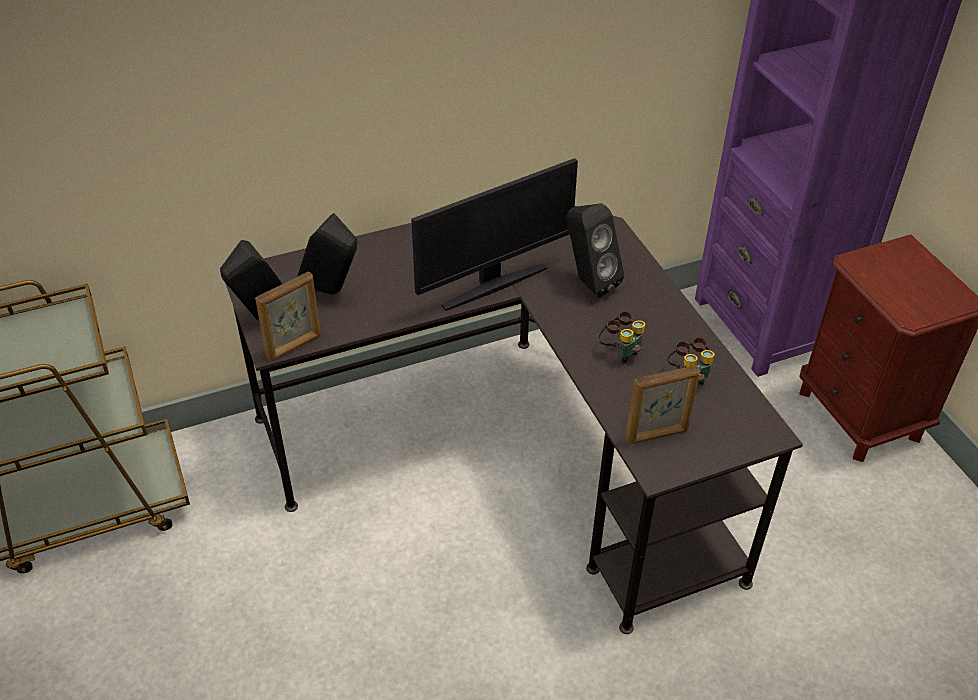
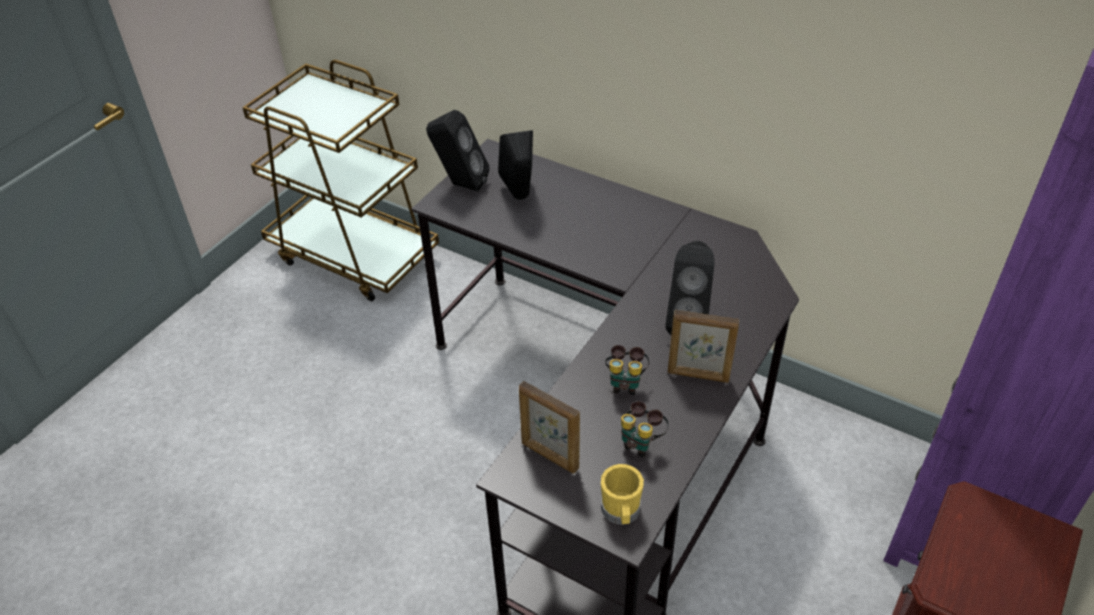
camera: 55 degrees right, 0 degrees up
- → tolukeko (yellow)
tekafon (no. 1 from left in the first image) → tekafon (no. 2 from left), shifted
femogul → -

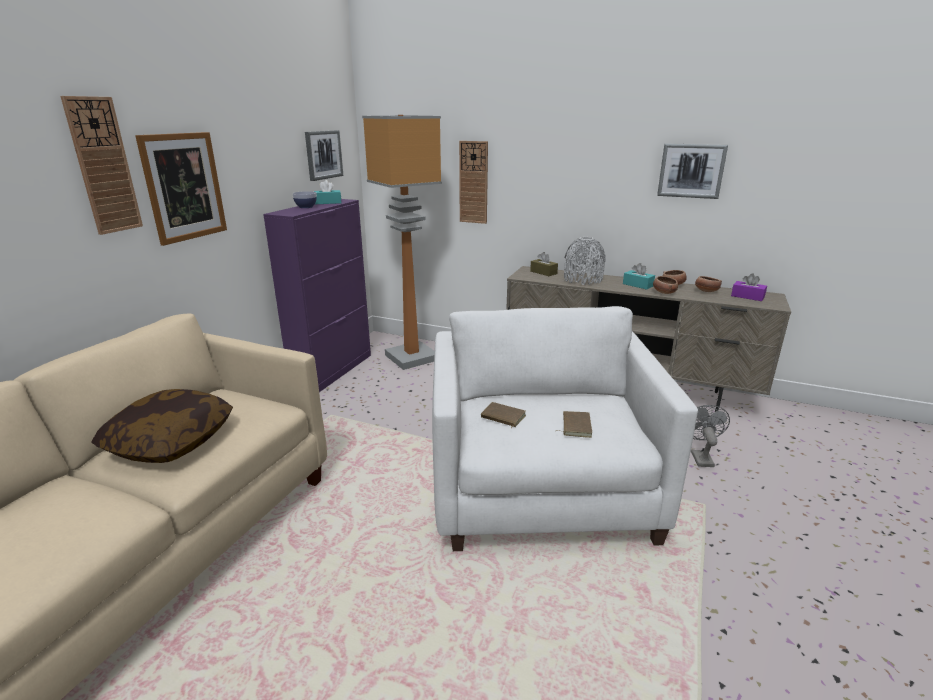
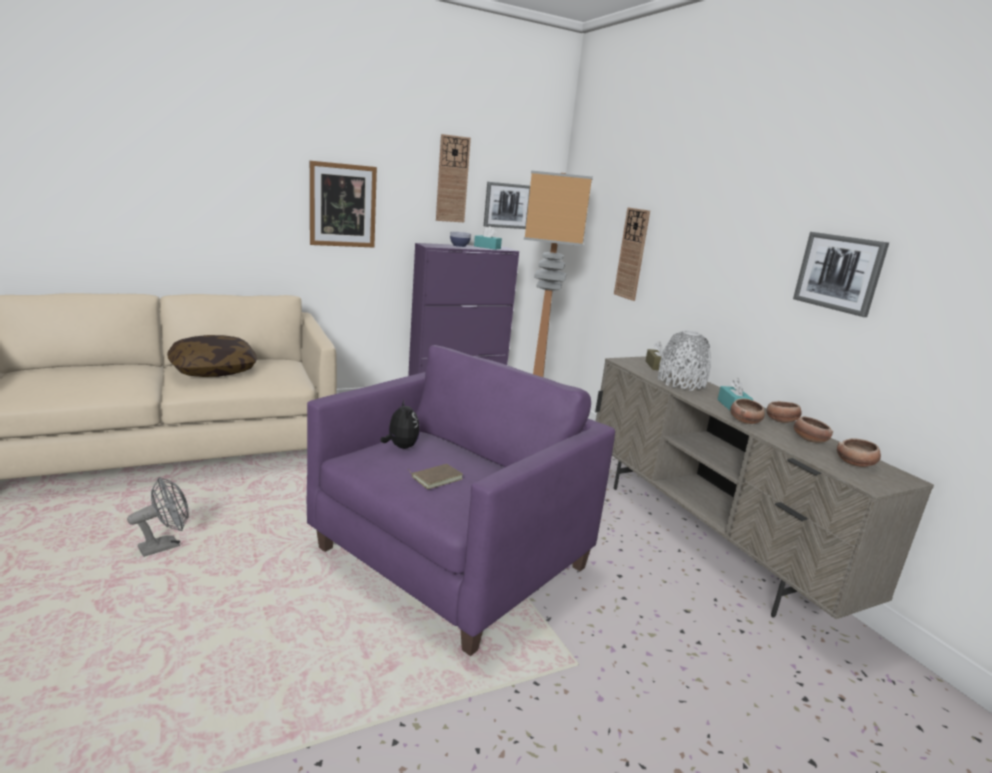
camera: 40 degrees right, 5 degrees down
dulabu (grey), shifted
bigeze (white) → bigeze (purple)
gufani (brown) (no. 1 from left) → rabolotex
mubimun (no. 1 from left), shifted
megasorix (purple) → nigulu (no. 5 from left)

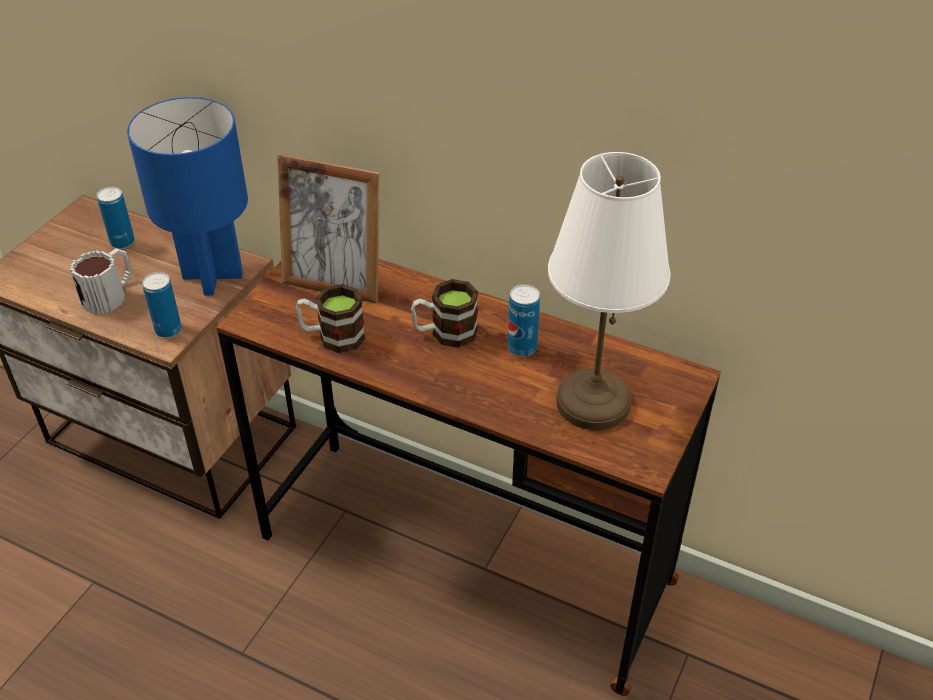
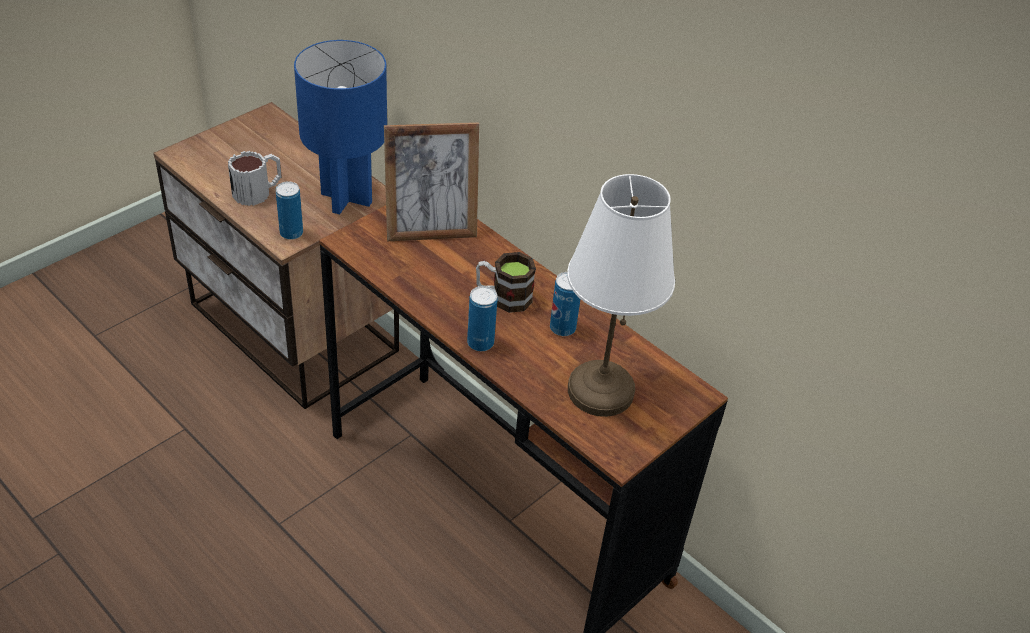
camera: 15 degrees right, 0 degrees up
tekafon, 45 degrees counterclockwise
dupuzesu (no. 1 from left in the first image) → dupuzesu (no. 2 from left), shifted
tolukeko (no. 2 from left) → -

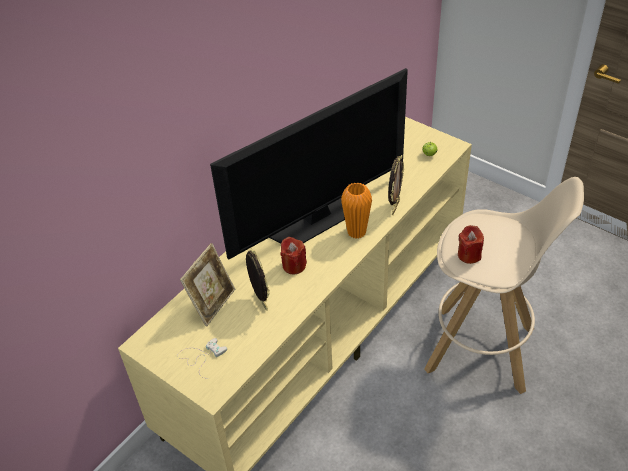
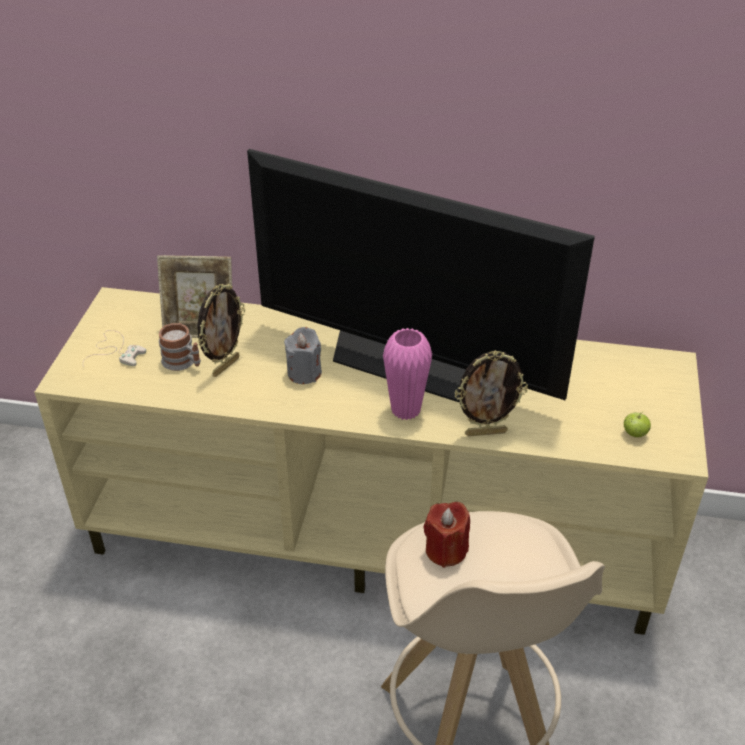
camera: 60 degrees right, 5 degrees down
- → tolukeko
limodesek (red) (no. 1 from left) → limodesek (grey)
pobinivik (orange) → pobinivik (pink)

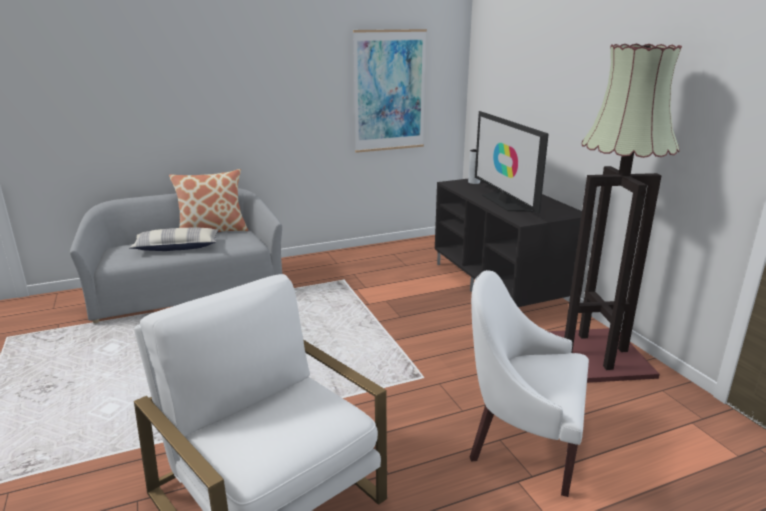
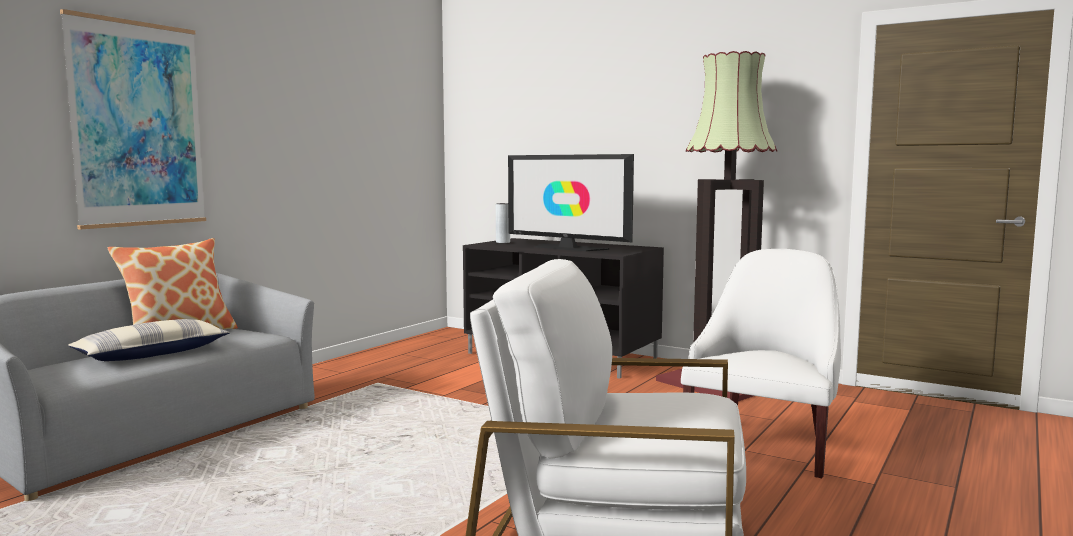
camera: 35 degrees left, 15 degrees down
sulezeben, shifted
bigeze (white) (no. 2 from left), 135 degrees clockwise

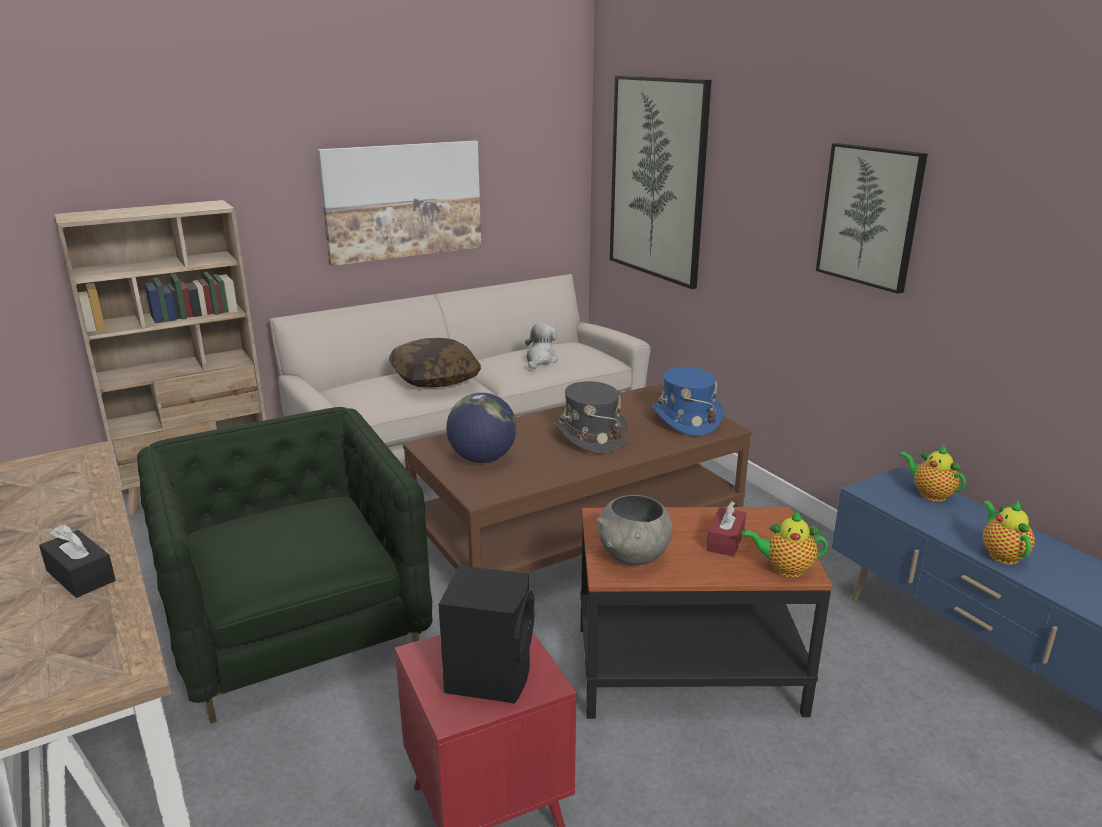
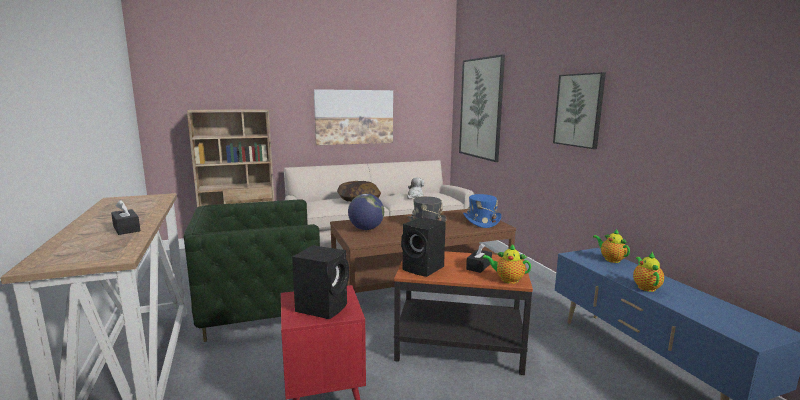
camera: 10 degrees right, 10 degrees down
bigeze (green), 90 degrees counterclockwise
nigulu (grey) → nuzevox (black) (no. 2 from left)
megasorix (red) → megasorix (black) (no. 2 from left)

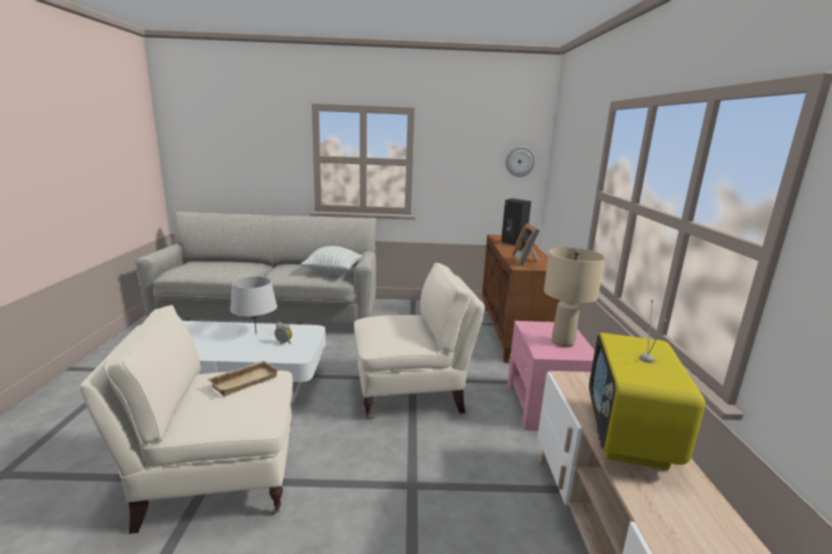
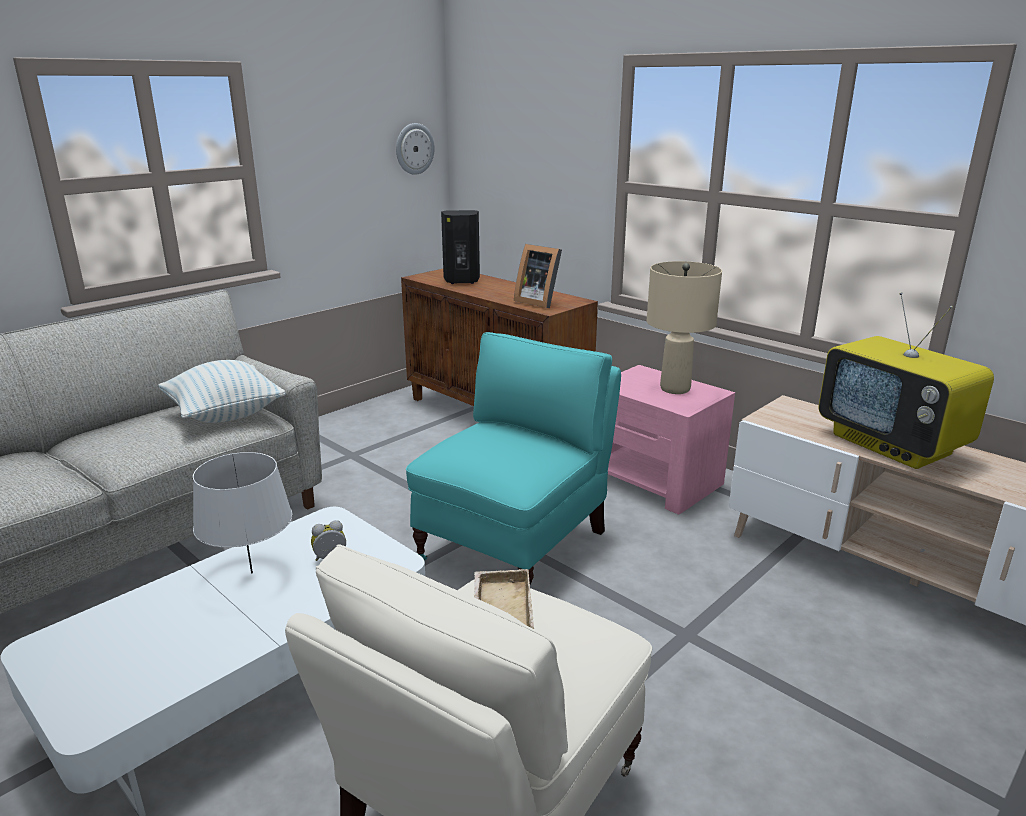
camera: 45 degrees left, 5 degrees up
bigeze (beige) (no. 2 from left) → bigeze (turquoise)

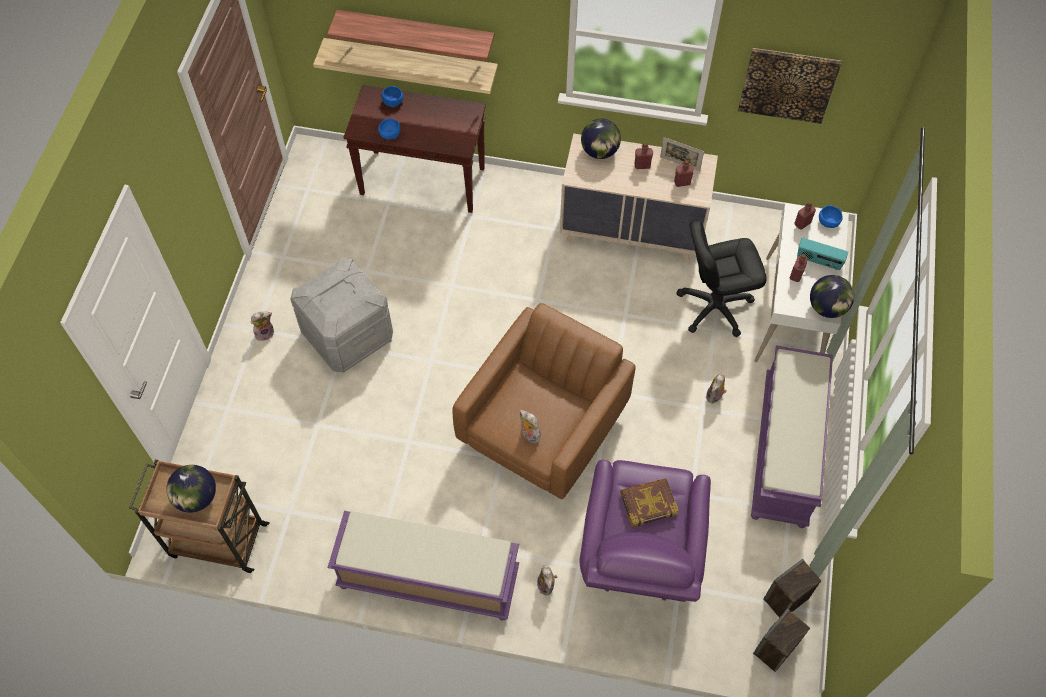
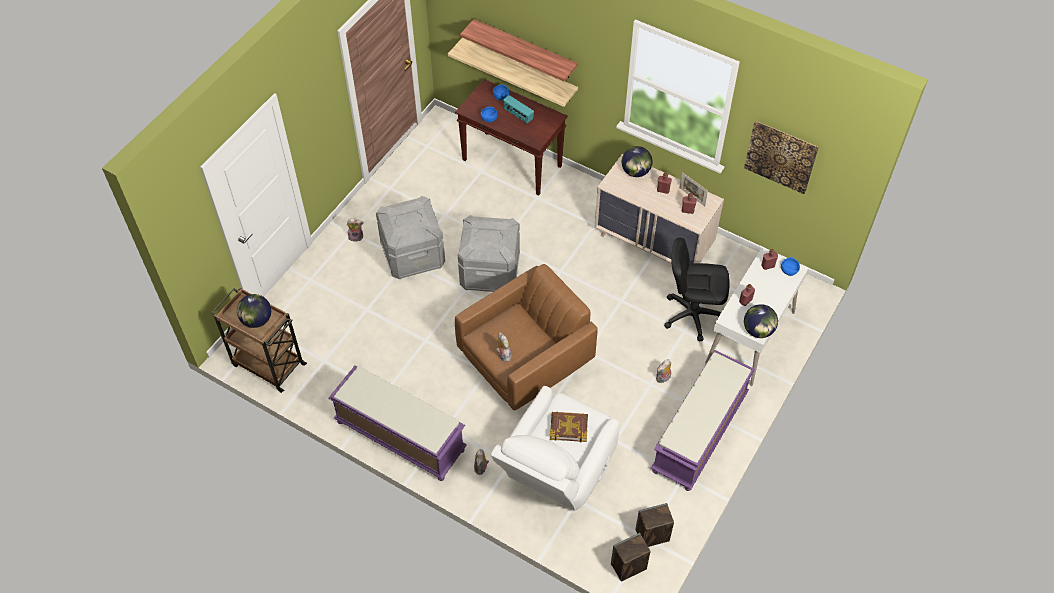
camera: 20 degrees right, 5 degrees down
- → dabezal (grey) (no. 2 from left)
bigeze (purple) → bigeze (white)
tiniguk, shifted

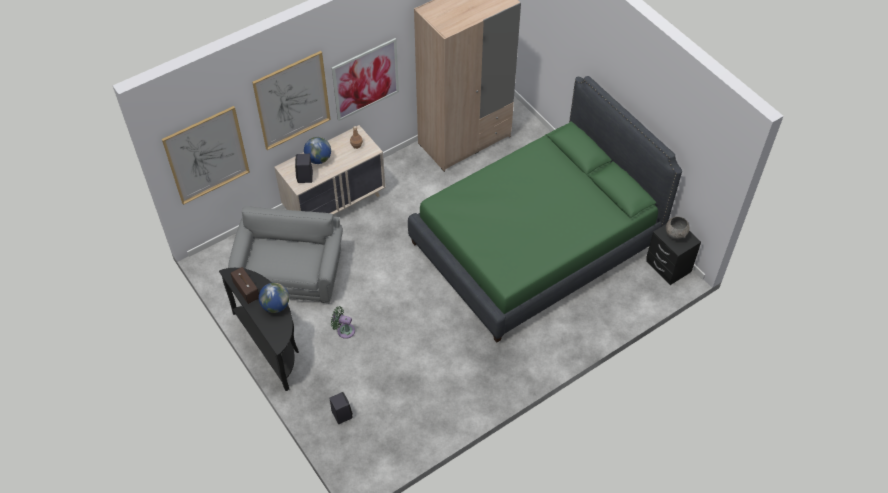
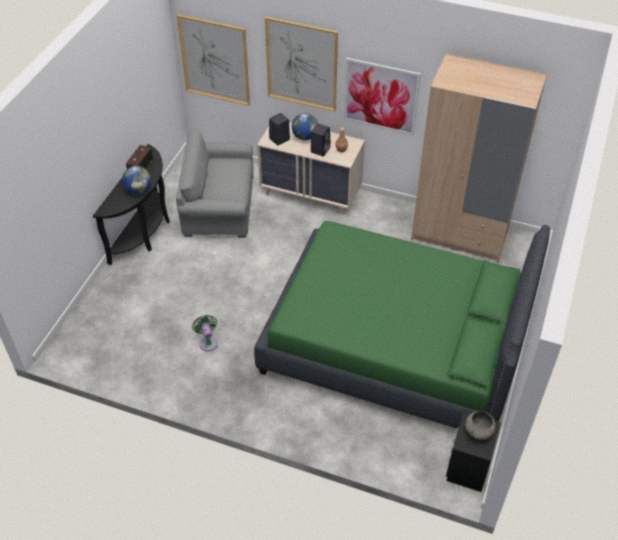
camera: 55 degrees right, 5 degrees down
bigeze (grey), 150 degrees counterclockwise
dulabu (green), shifted
nuzevox (black) (no. 2 from left), shifted

